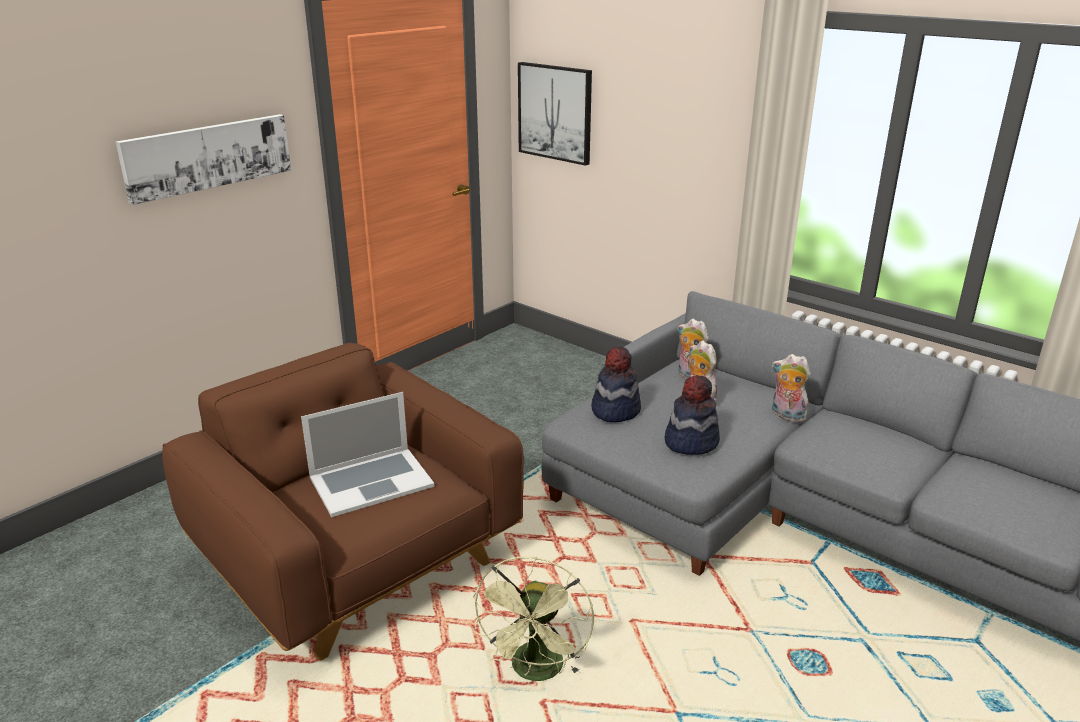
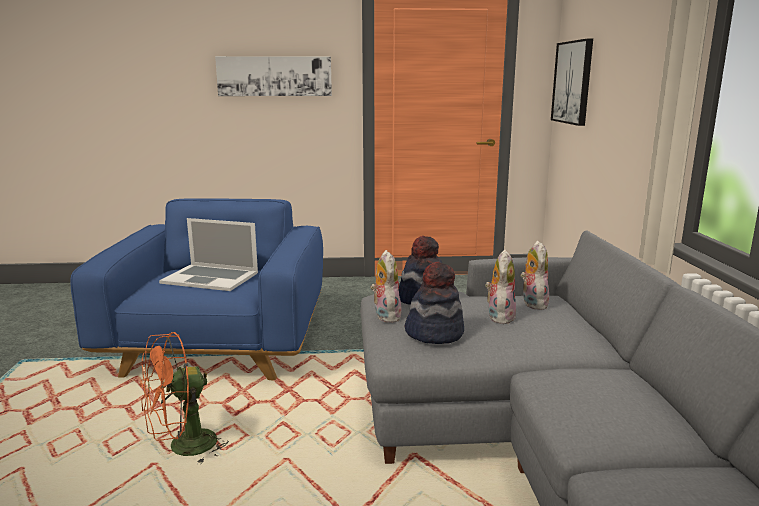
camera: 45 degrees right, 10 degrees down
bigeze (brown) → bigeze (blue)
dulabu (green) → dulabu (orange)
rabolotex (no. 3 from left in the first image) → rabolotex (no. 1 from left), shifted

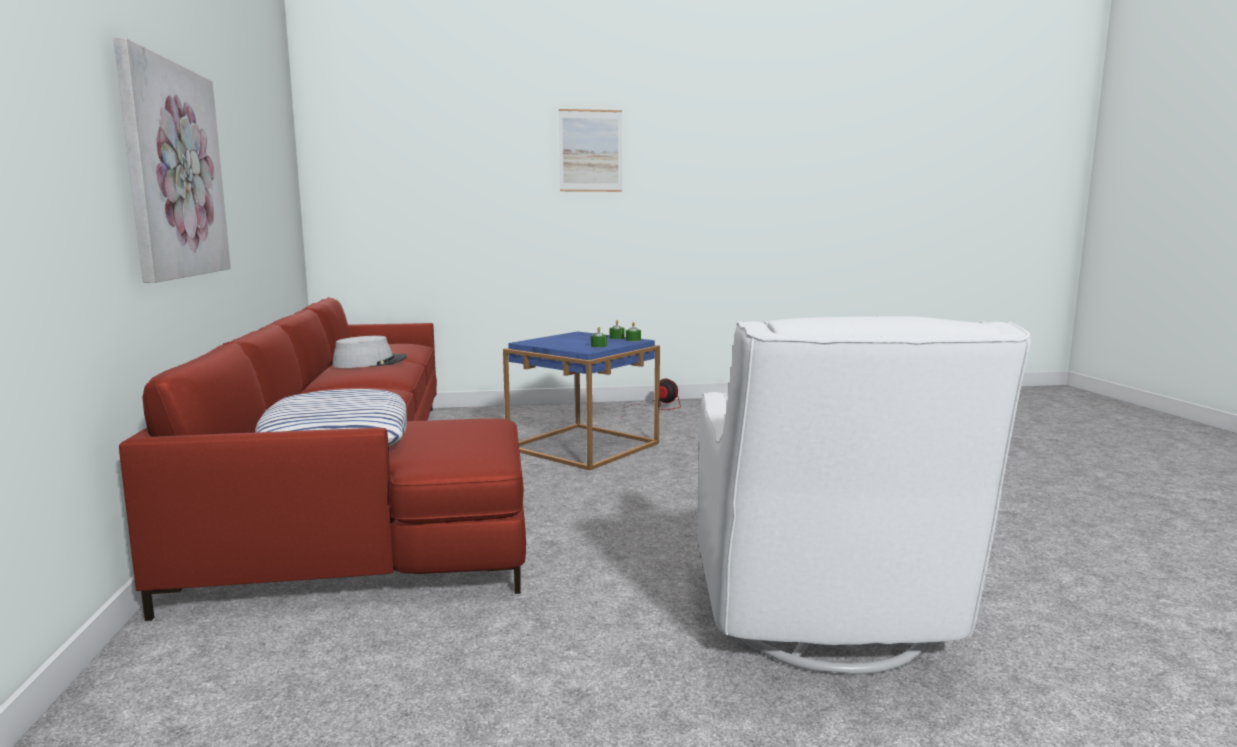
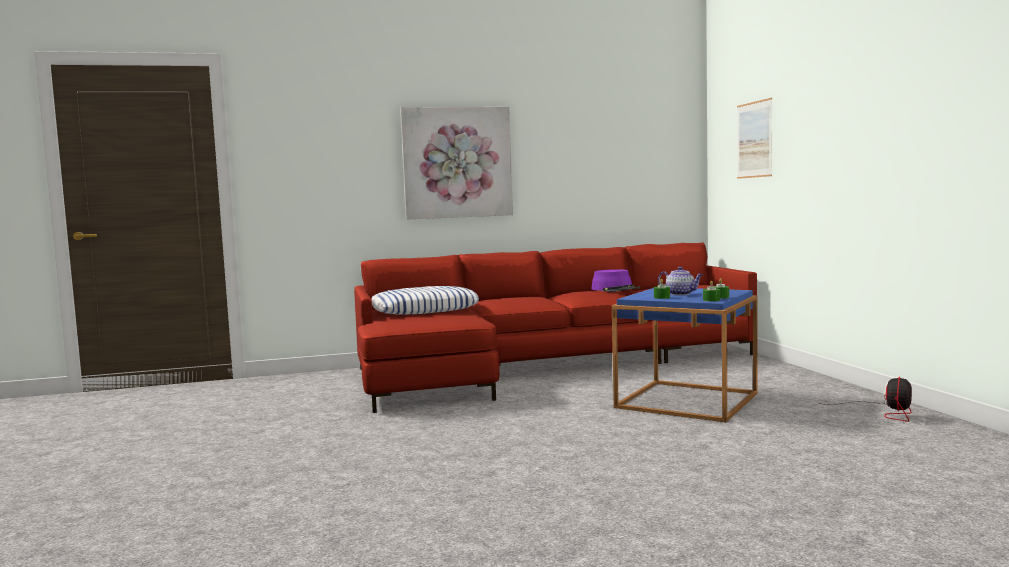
camera: 85 degrees right, 5 degrees down
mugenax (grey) → mugenax (purple)
- → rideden
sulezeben (no. 2 from left), shifted
bigeze (white) → -

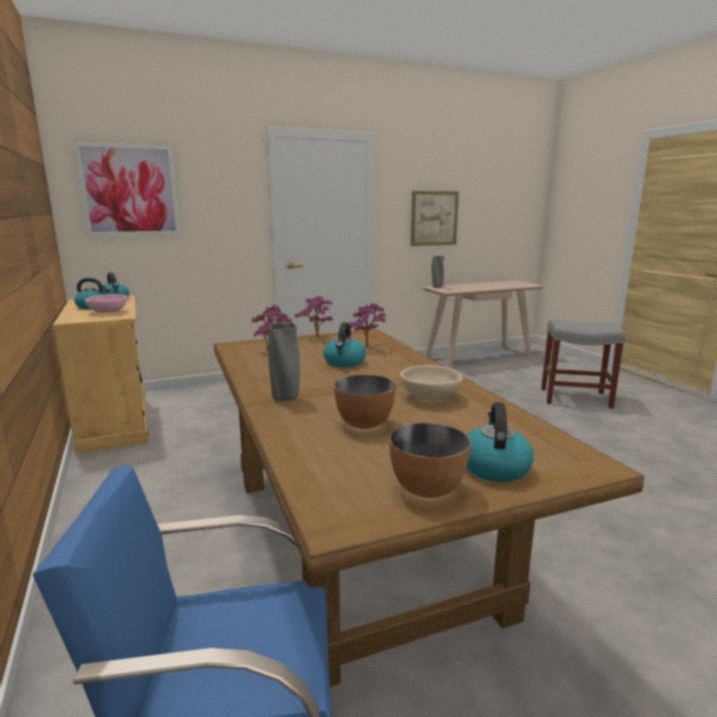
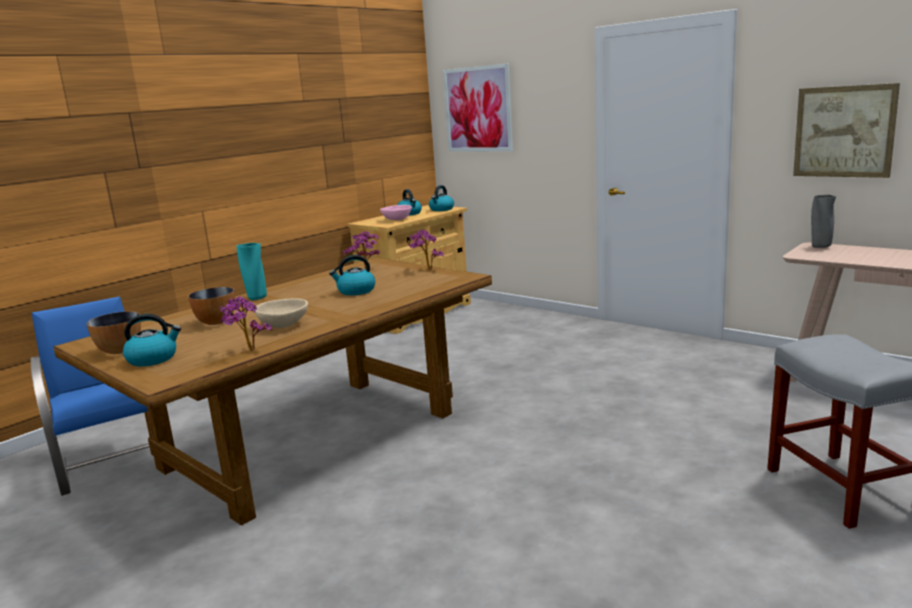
camera: 65 degrees right, 0 degrees up
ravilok (no. 3 from left in the first image) → ravilok (no. 1 from left), shifted
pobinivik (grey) (no. 1 from left) → pobinivik (turquoise)

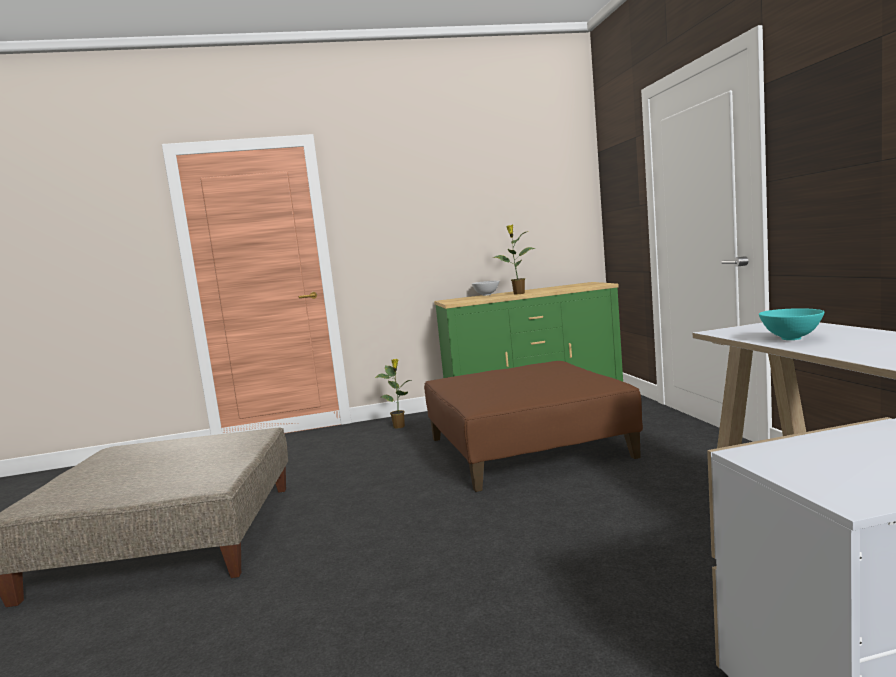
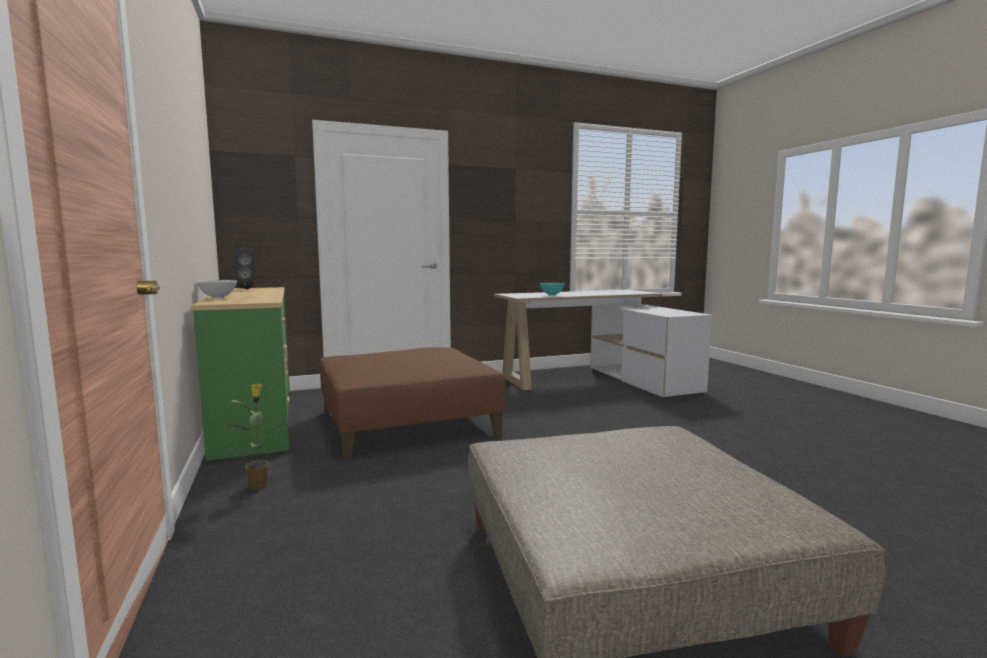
camera: 100 degrees left, 0 degrees up
- → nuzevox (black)
ravilok (no. 2 from left) → -

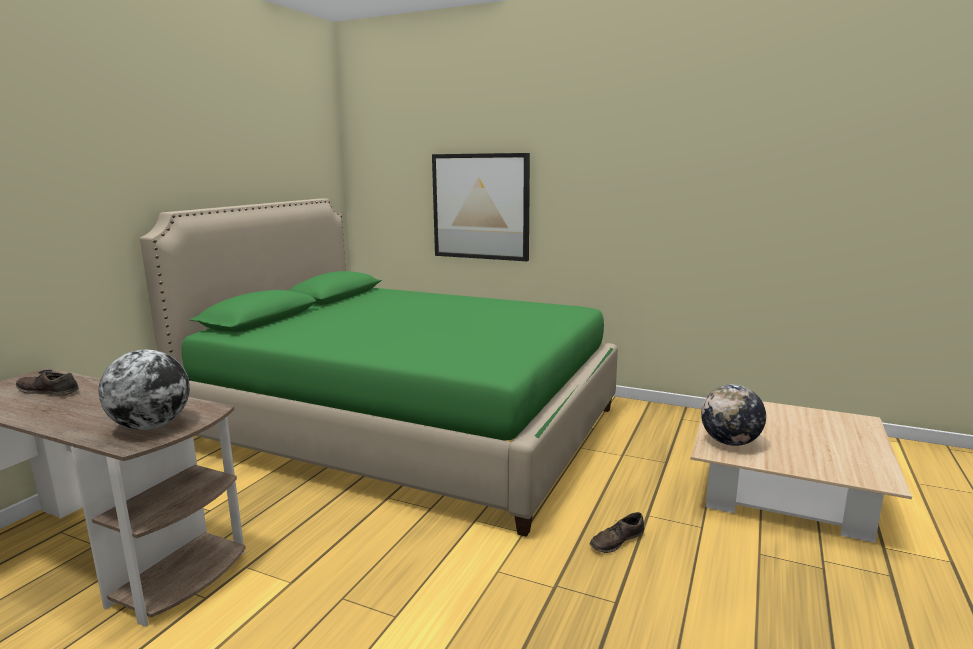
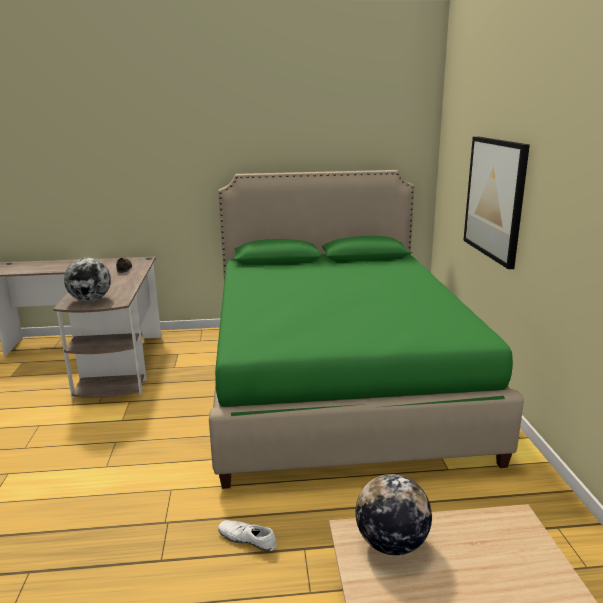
camera: 60 degrees right, 5 degrees up
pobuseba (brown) (no. 2 from left) → pobuseba (white)

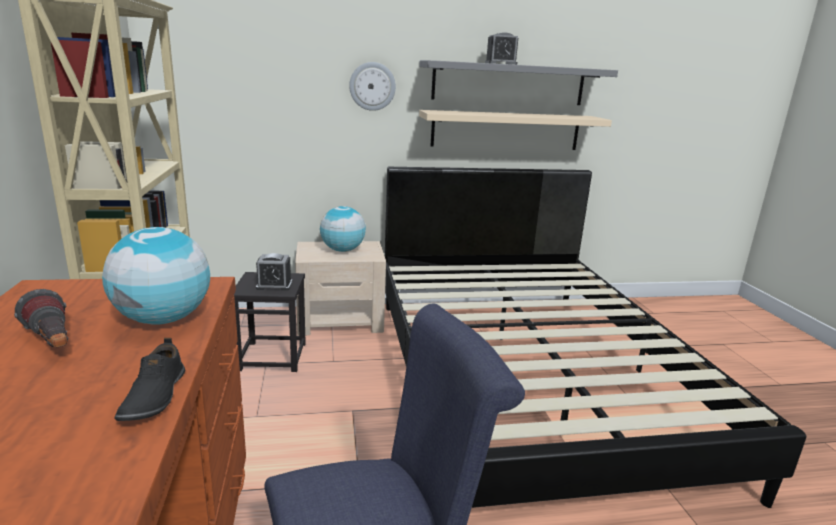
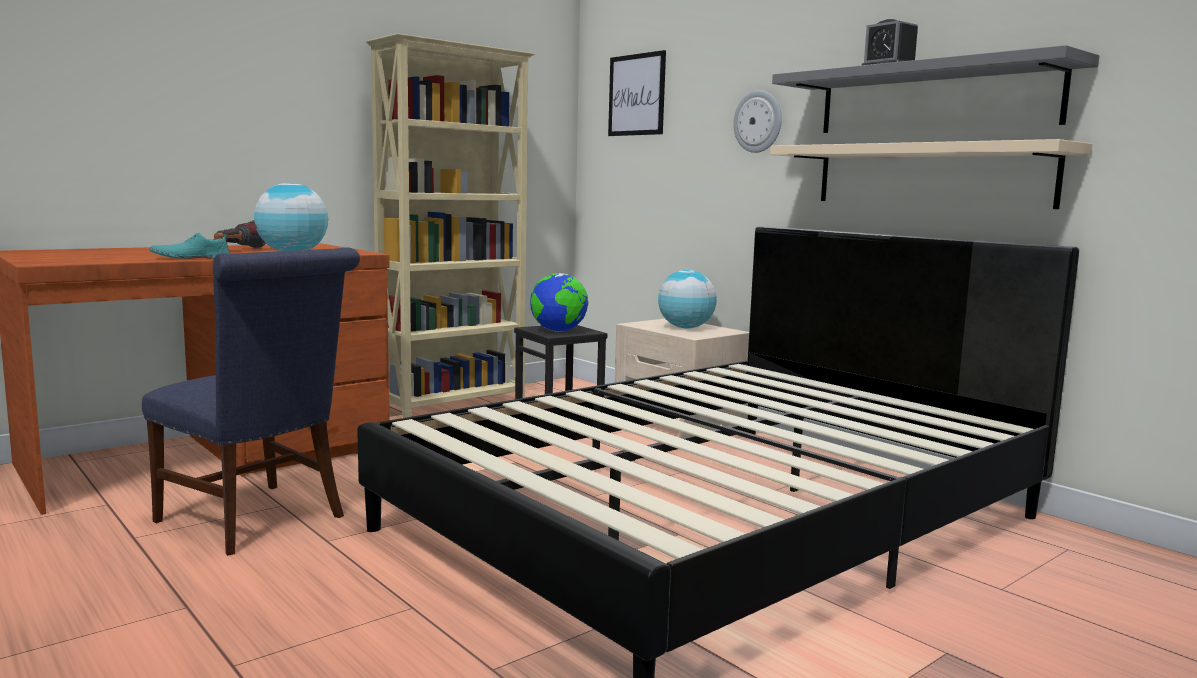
camera: 60 degrees right, 10 degrees down
pobuseba (black) → pobuseba (turquoise)
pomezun (no. 1 from left) → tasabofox (no. 2 from left)
- → sulezeben

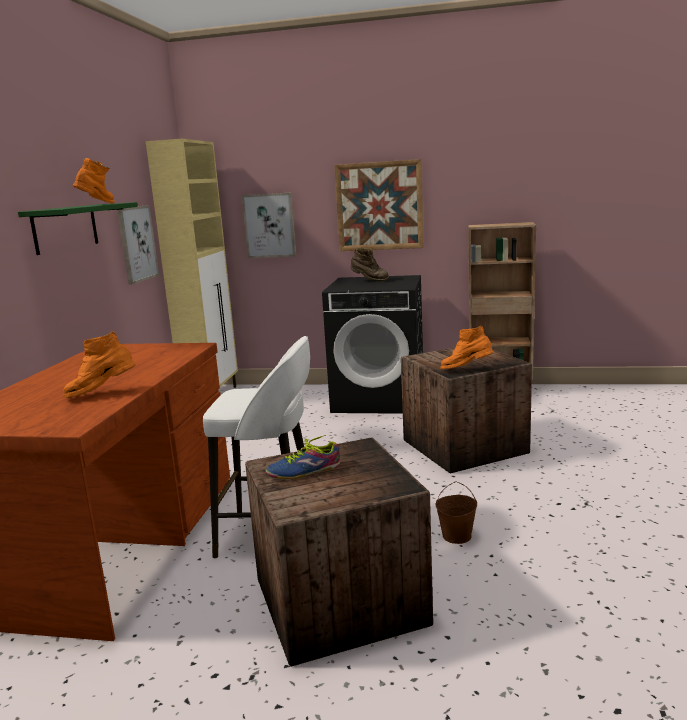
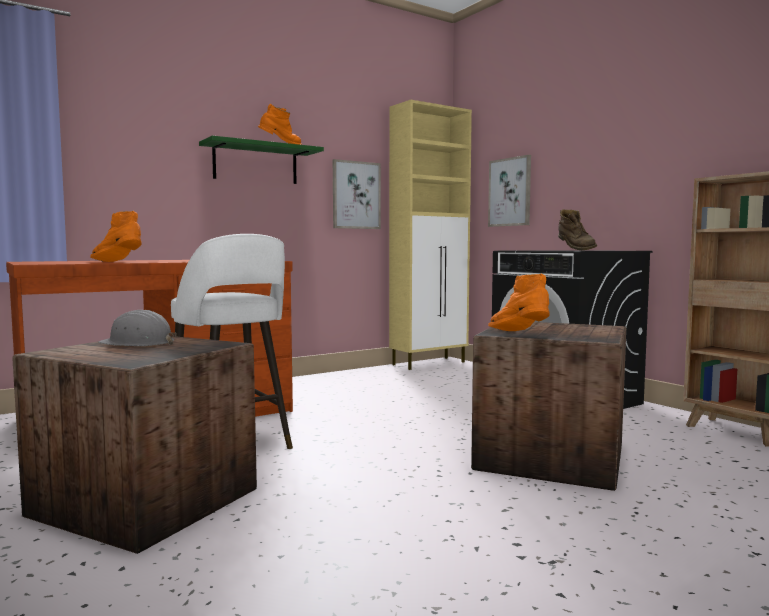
camera: 45 degrees right, 10 degrees down
pobuseba → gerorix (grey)
sulezeben (no. 3 from left) → -
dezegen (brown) → -

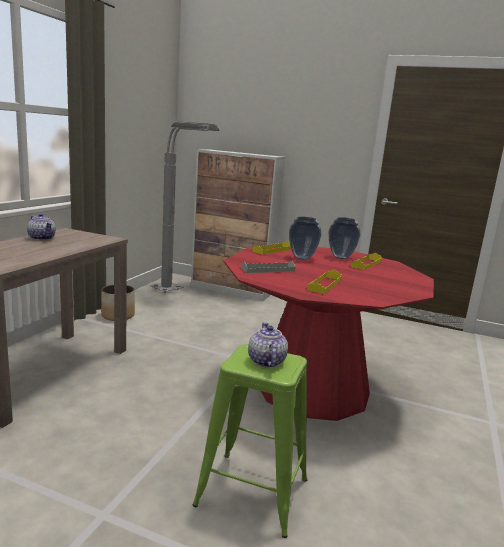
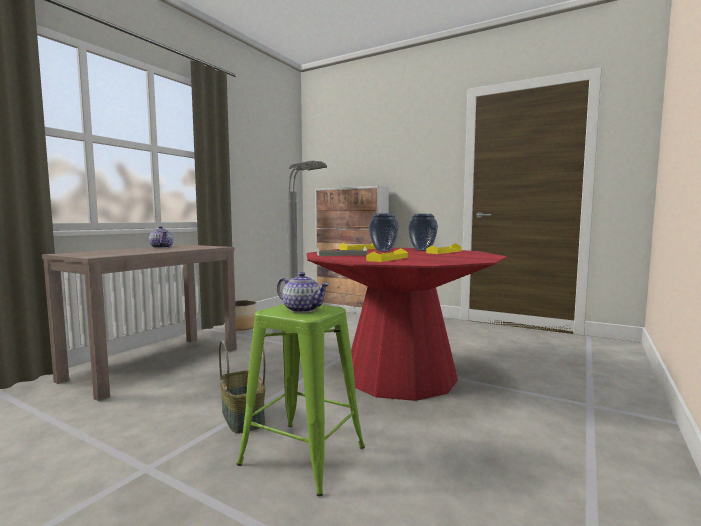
camera: 10 degrees right, 10 degrees down
- → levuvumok
rideden (no. 2 from left), 120 degrees clockwise

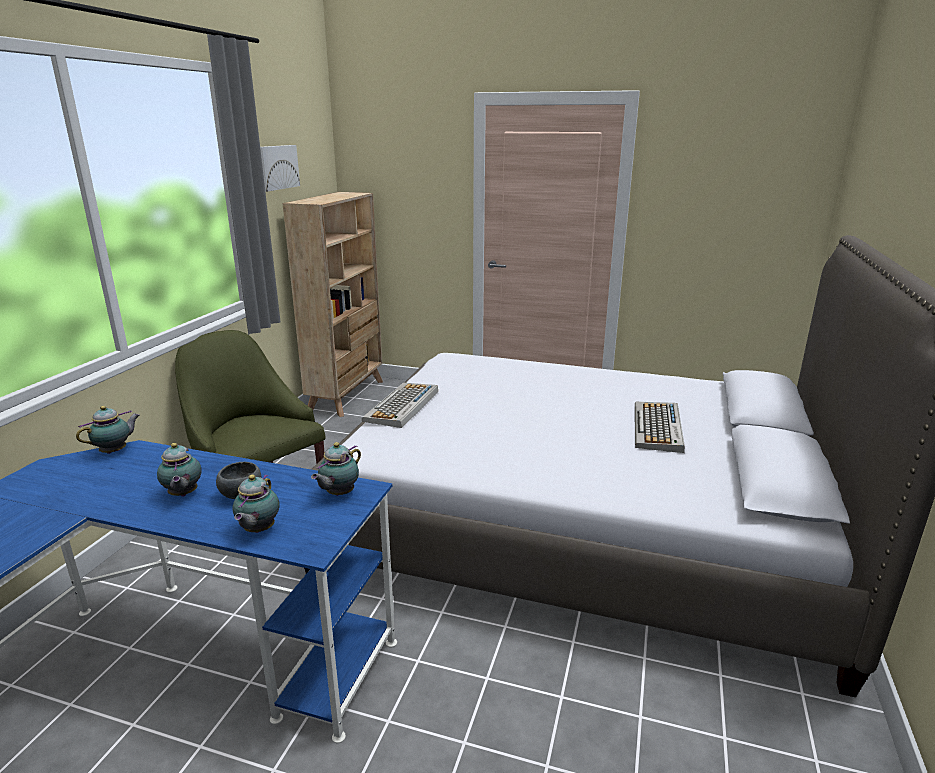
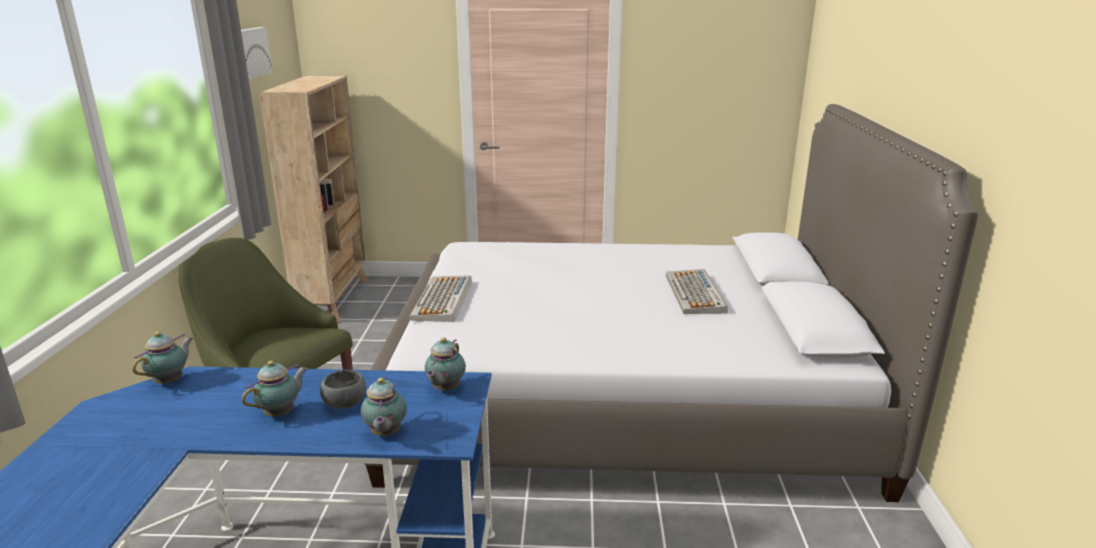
camera: 15 degrees left, 0 degrees up
rideden (no. 2 from left), 105 degrees counterclockwise

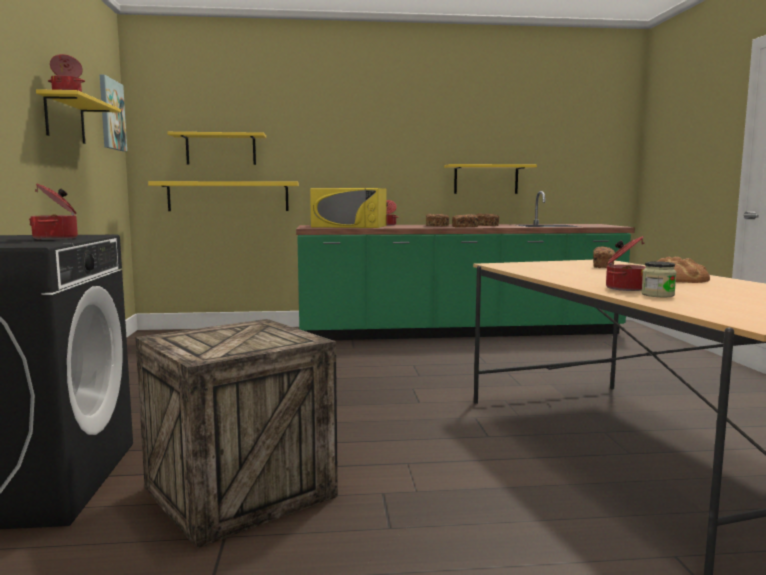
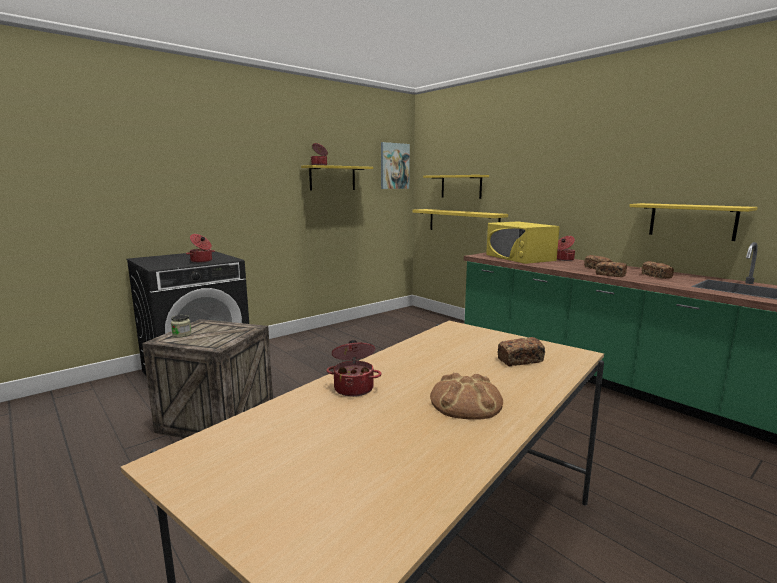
camera: 55 degrees right, 5 degrees up
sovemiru, shifted

